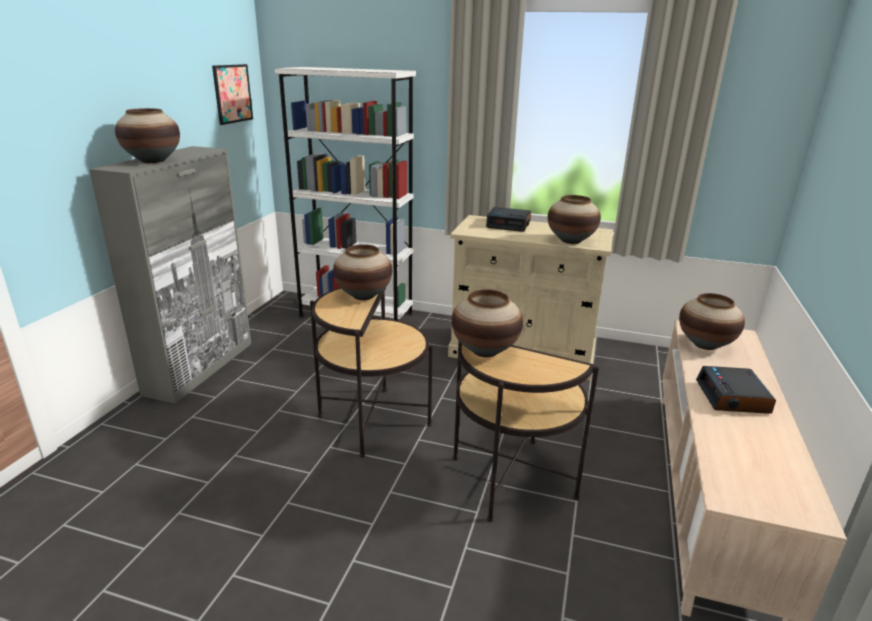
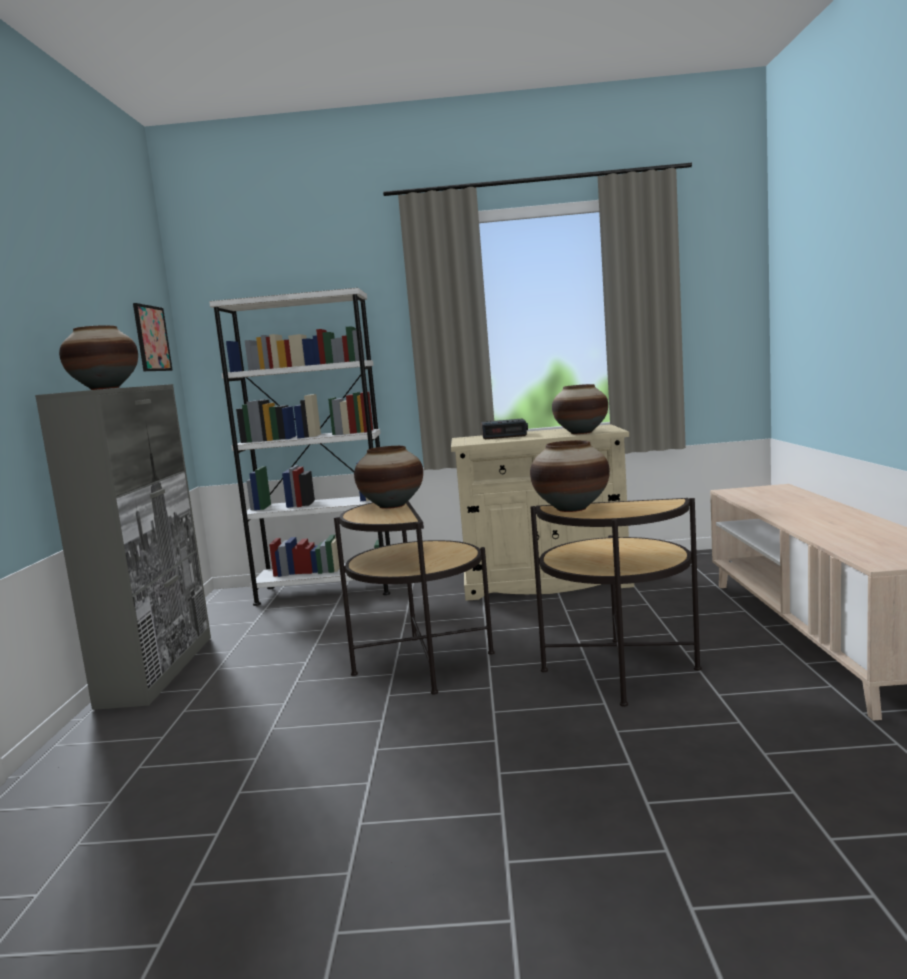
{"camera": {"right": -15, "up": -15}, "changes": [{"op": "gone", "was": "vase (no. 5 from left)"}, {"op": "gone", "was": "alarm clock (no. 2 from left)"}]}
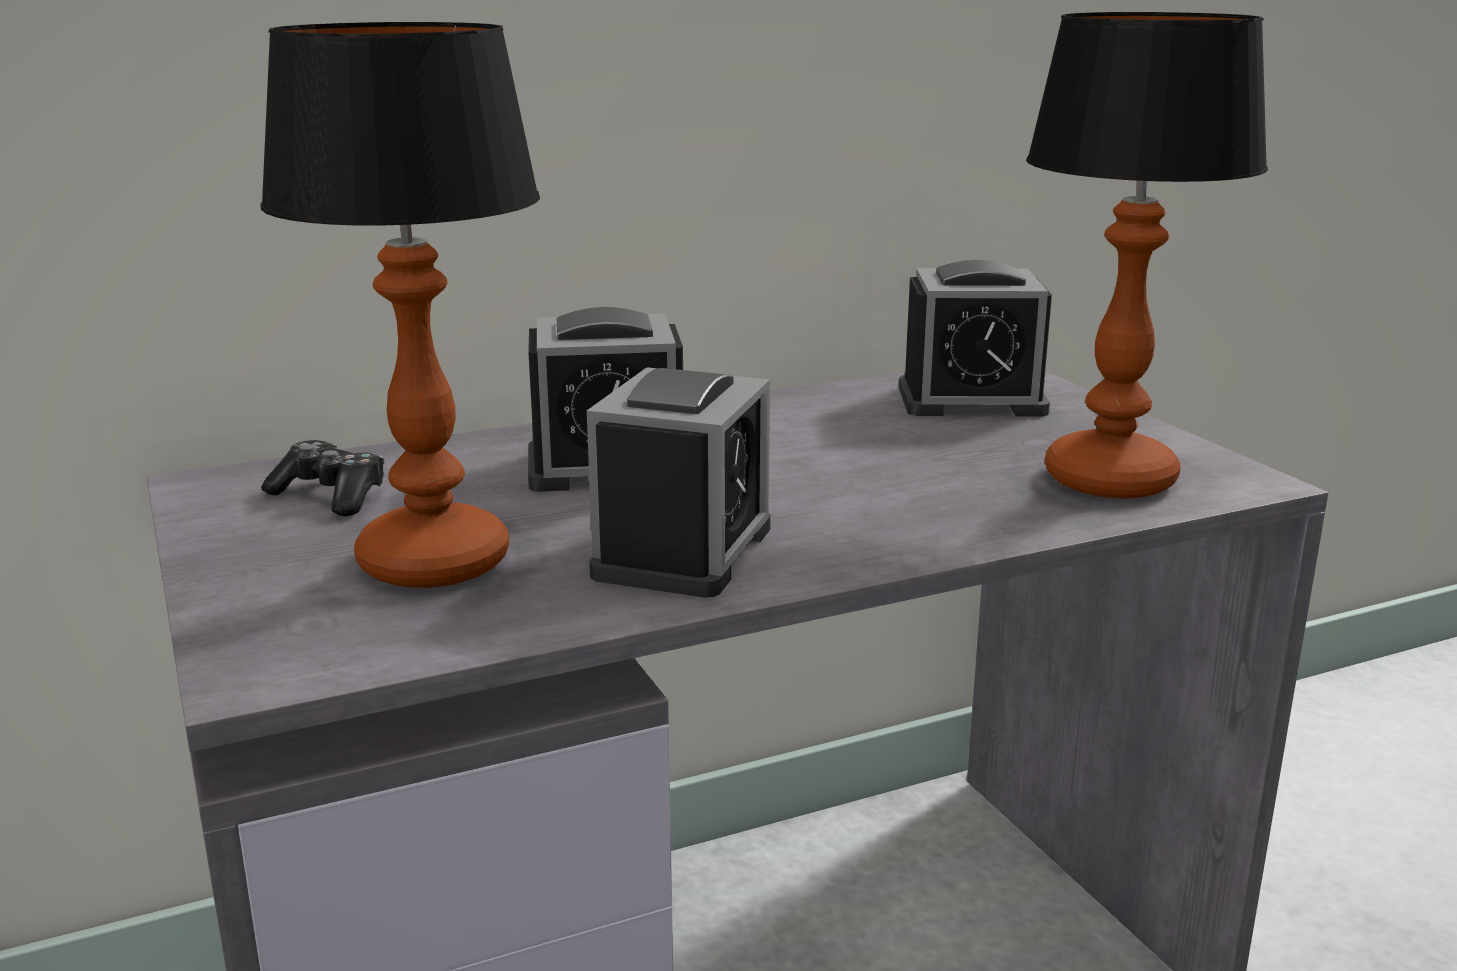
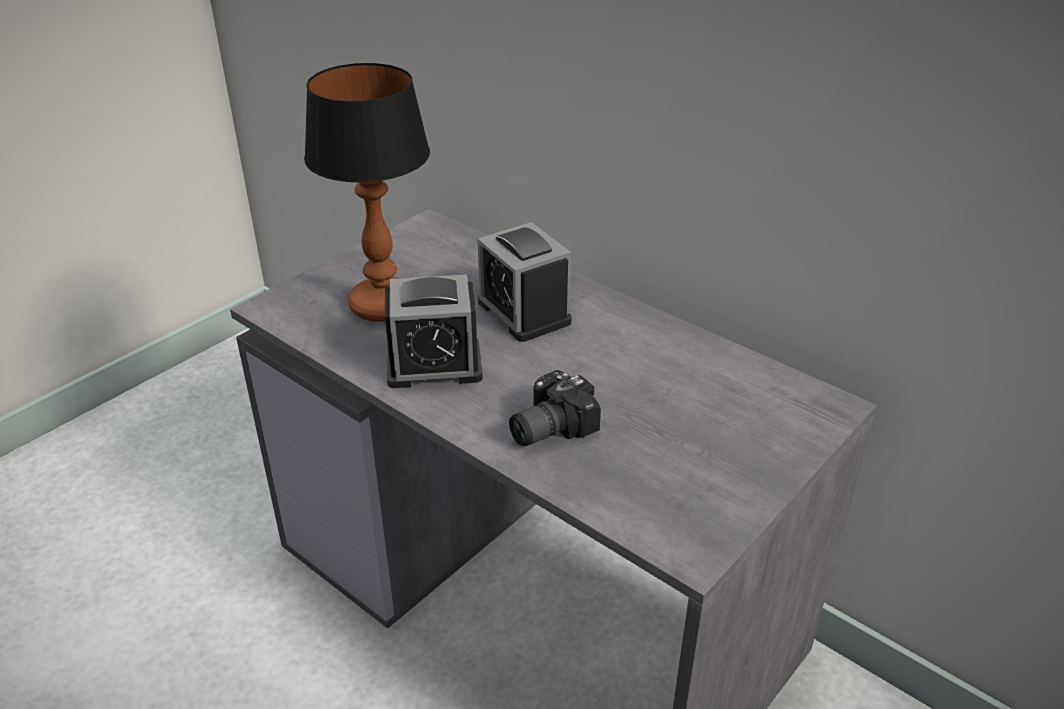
{"camera": {"right": 65, "up": 15}, "changes": [{"op": "new", "now": "photo camera"}, {"op": "gone", "was": "game controller"}, {"op": "gone", "was": "alarm clock (no. 3 from left)"}, {"op": "gone", "was": "table lamp (no. 2 from left)"}]}
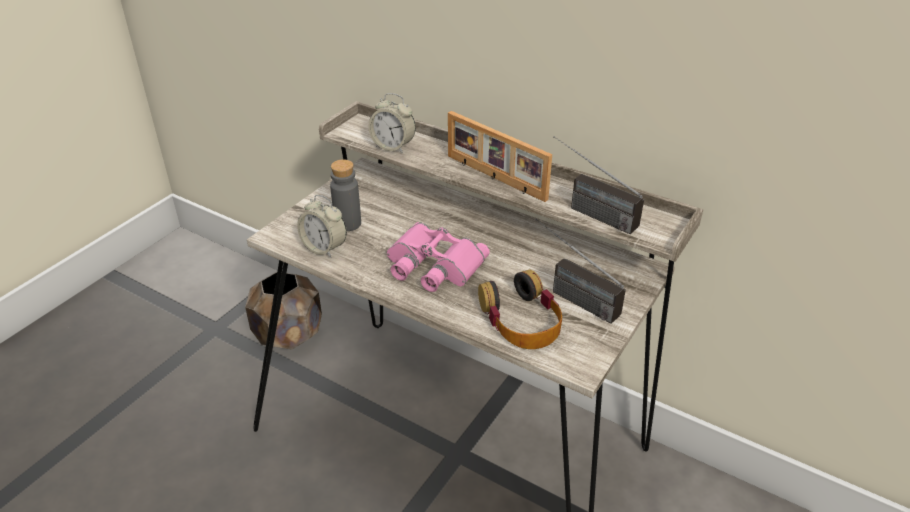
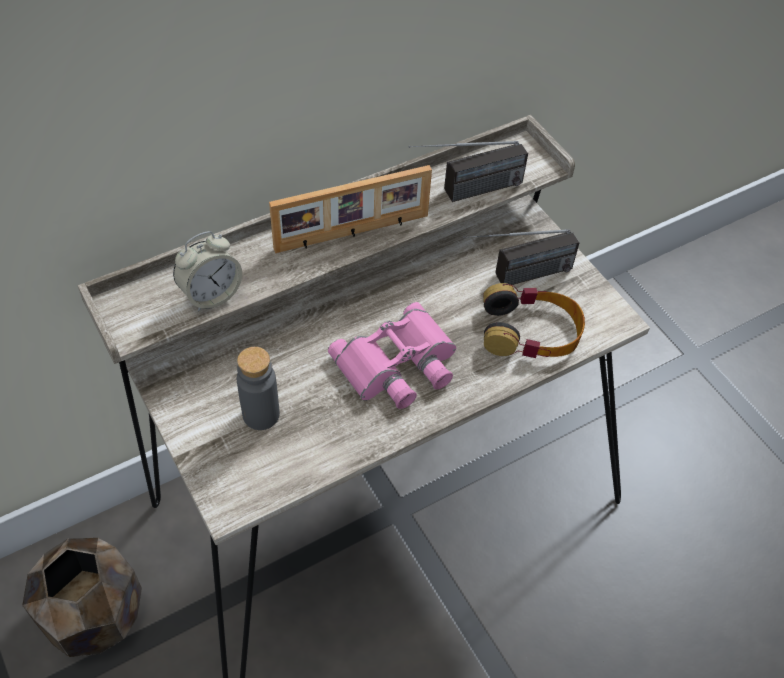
{"camera": {"right": -65, "up": 15}, "changes": [{"op": "gone", "was": "alarm clock (no. 1 from left)"}]}
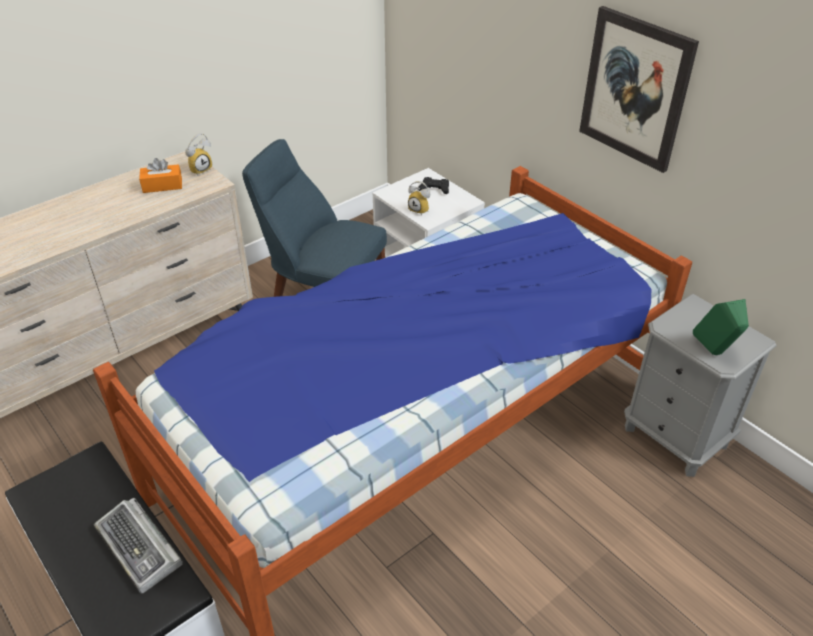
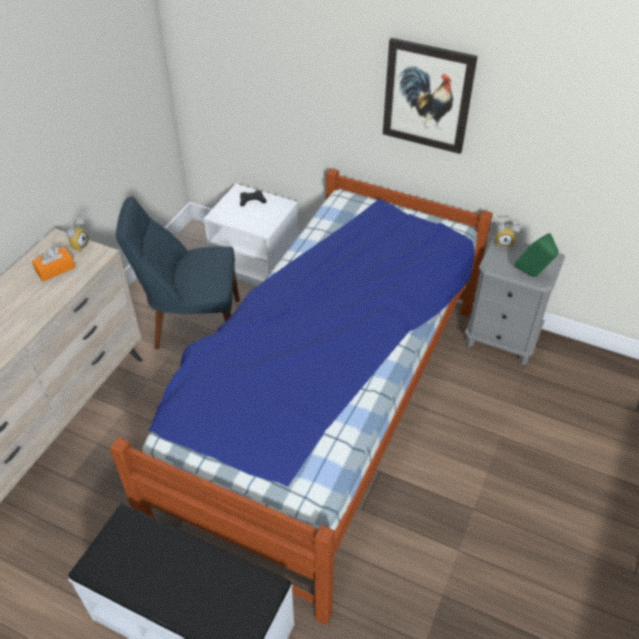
{"camera": {"right": -25, "up": 5}, "changes": [{"op": "shifted", "was": "alarm clock (no. 2 from left)"}, {"op": "gone", "was": "keyboard"}]}
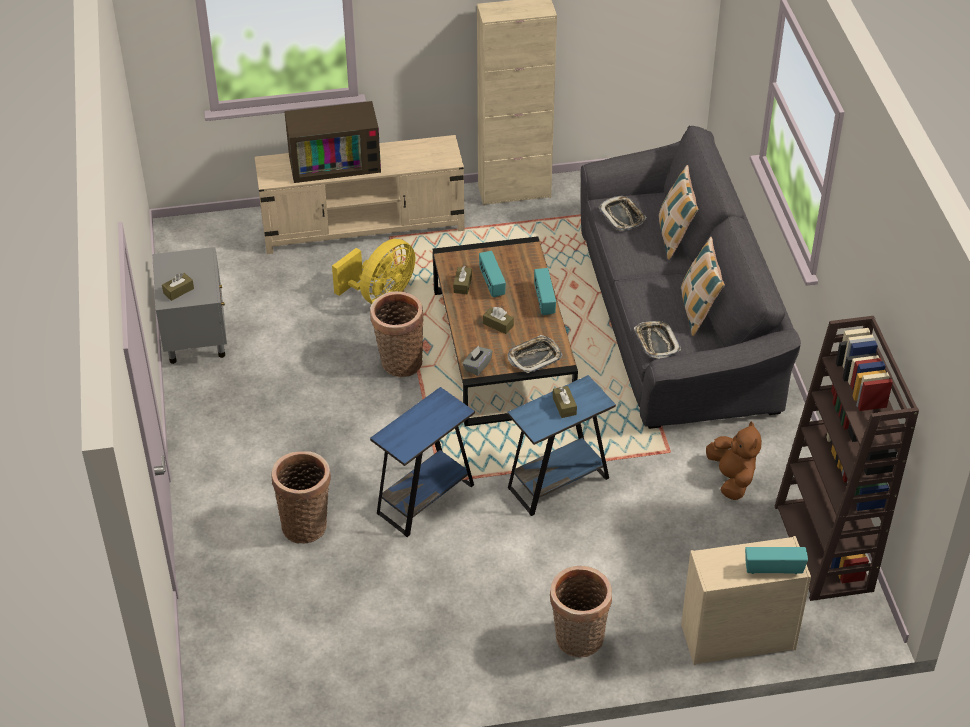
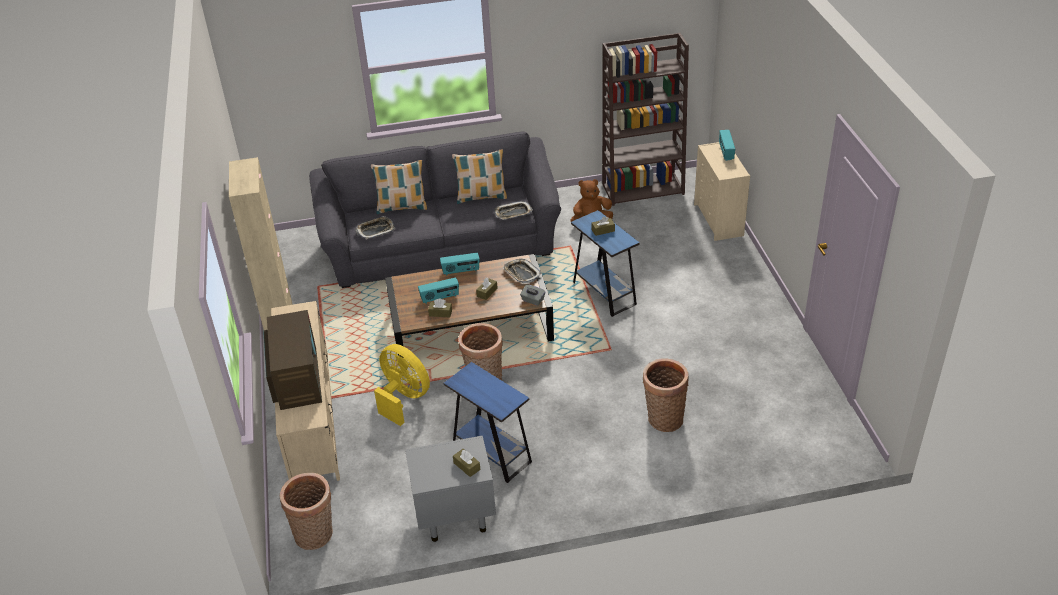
{"camera": {"right": -90, "up": -5}, "changes": [{"op": "shifted", "was": "basket (no. 3 from left in the first image)", "now": "basket (no. 1 from left)"}, {"op": "shifted", "was": "blue side table (no. 1 from left)"}]}
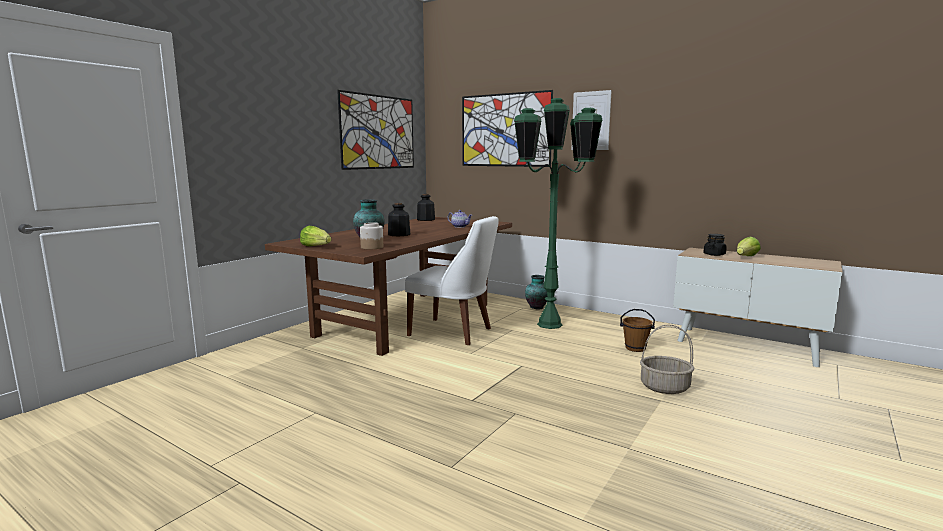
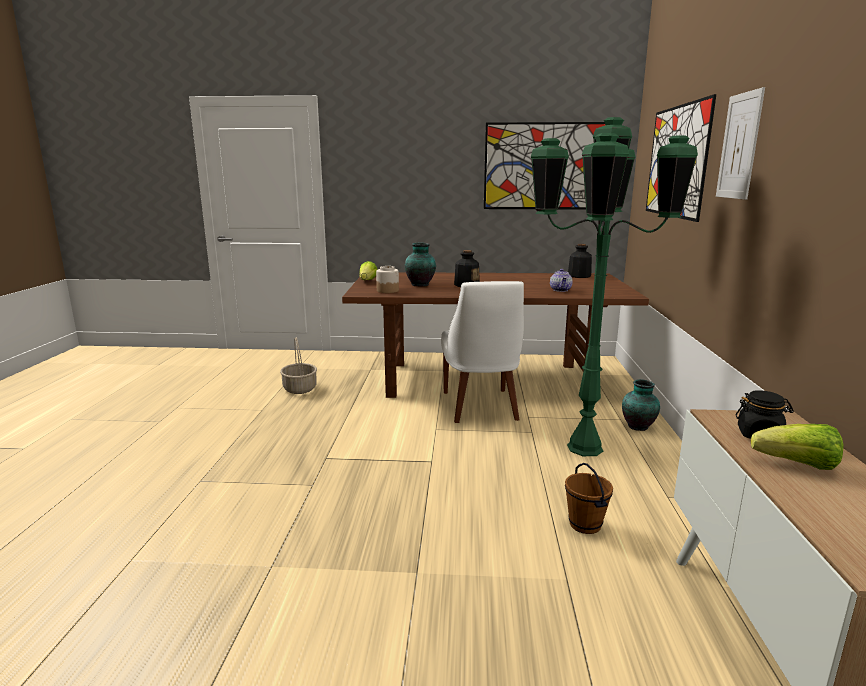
{"camera": {"right": 60, "up": 5}, "changes": [{"op": "shifted", "was": "basket"}]}
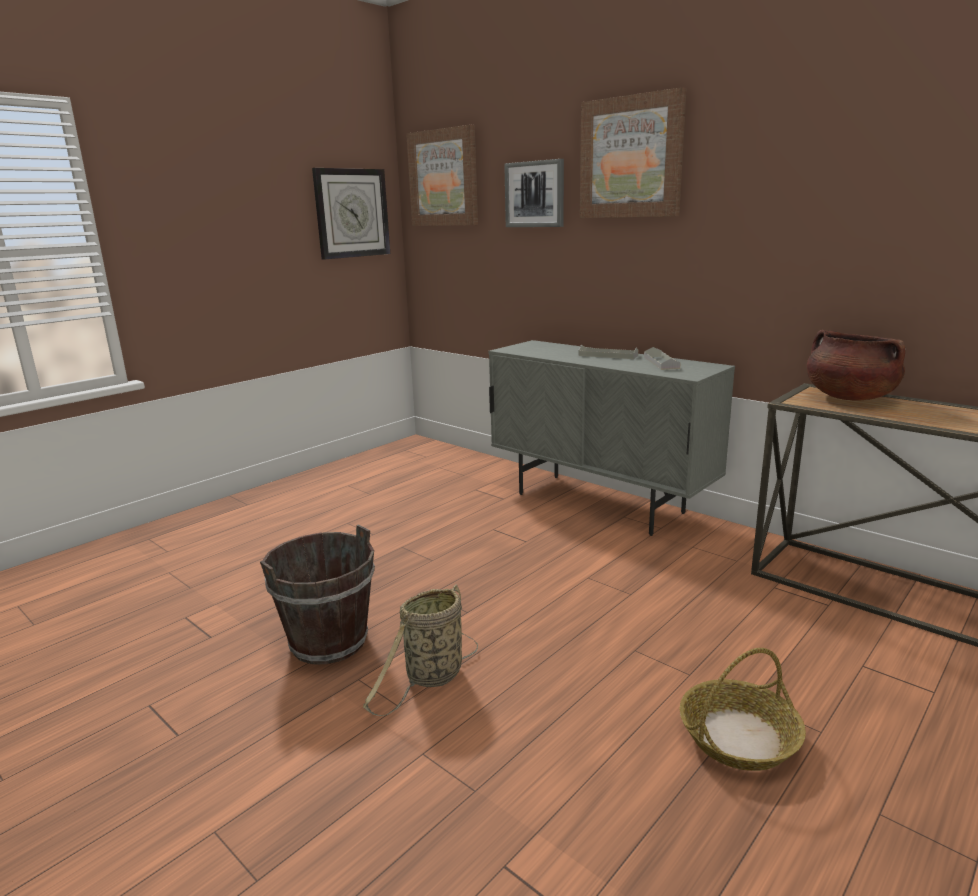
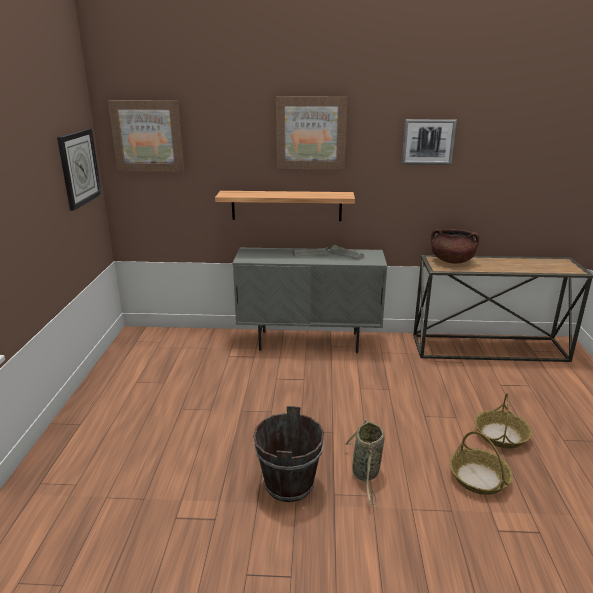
{"camera": {"right": -40, "up": 5}, "changes": [{"op": "new", "now": "shelf"}, {"op": "shifted", "was": "picture (no. 2 from left in the first image)", "now": "picture (no. 3 from left)"}, {"op": "new", "now": "basket (no. 2 from left)"}]}
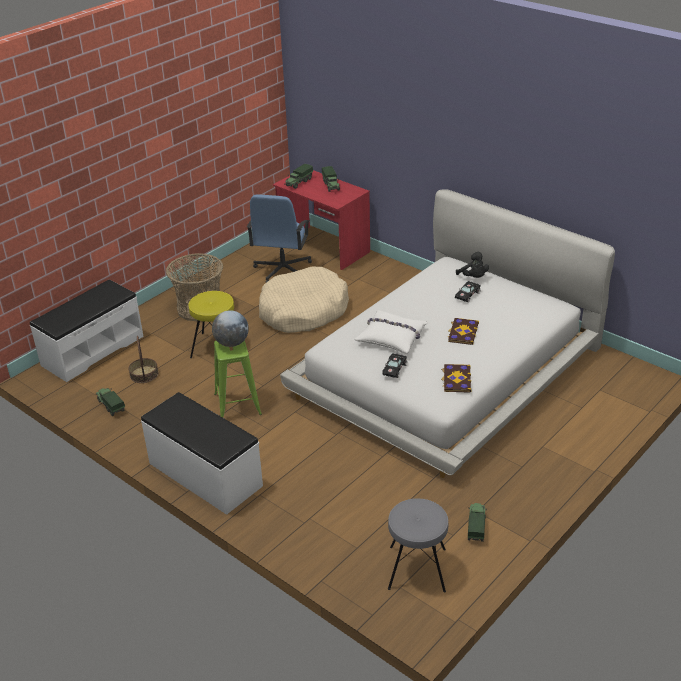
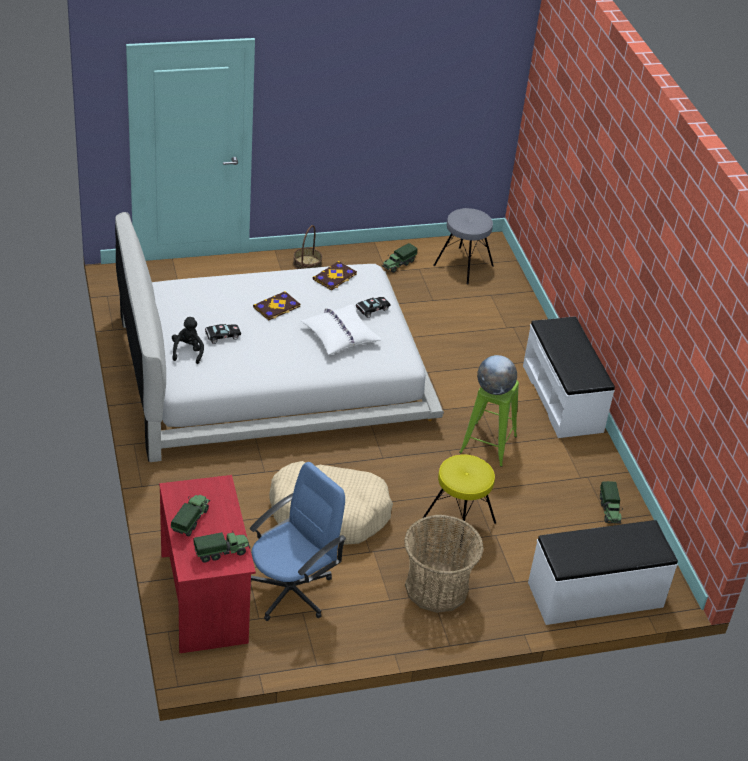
{"camera": {"right": -150, "up": 5}, "changes": [{"op": "shifted", "was": "basket (no. 1 from left)"}]}
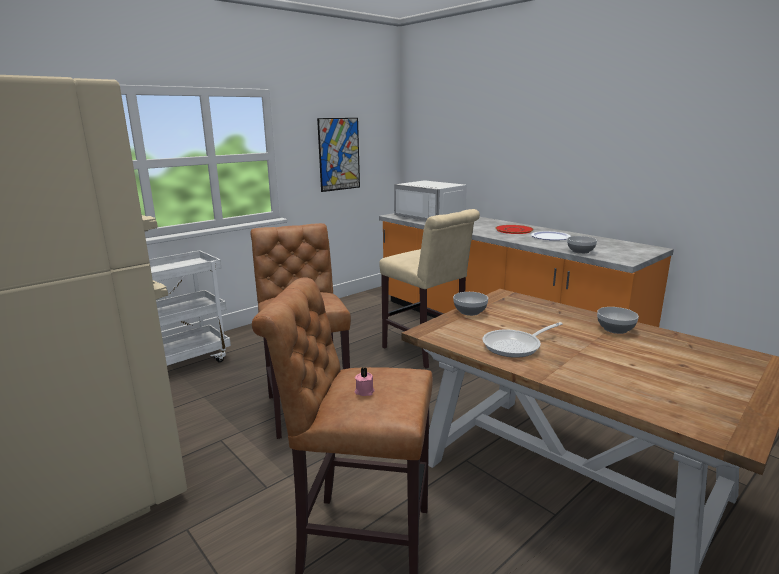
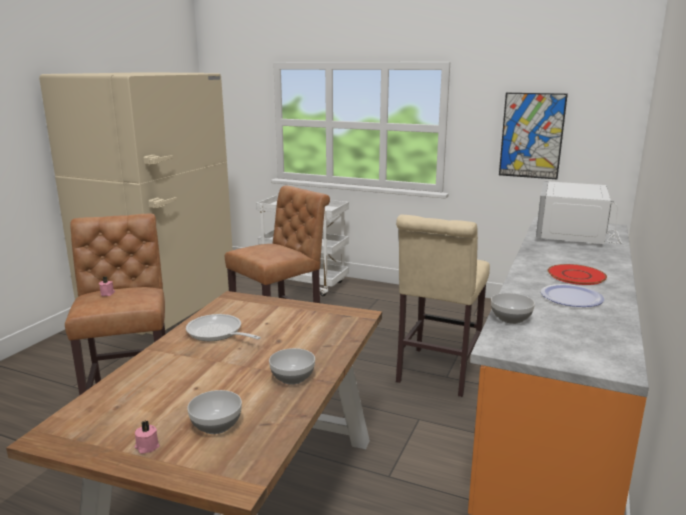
{"camera": {"right": 65, "up": 0}, "changes": [{"op": "new", "now": "pink candle (no. 2 from left)"}, {"op": "shifted", "was": "bowl (no. 1 from left)"}]}
